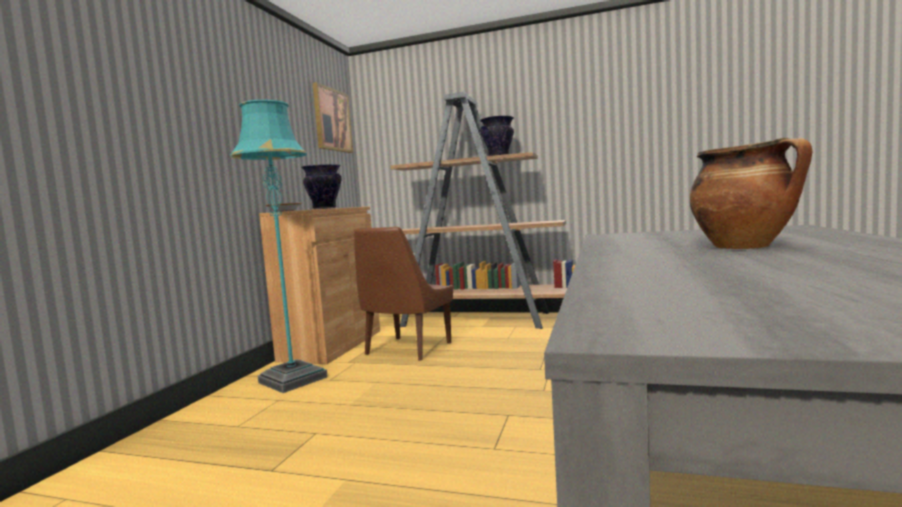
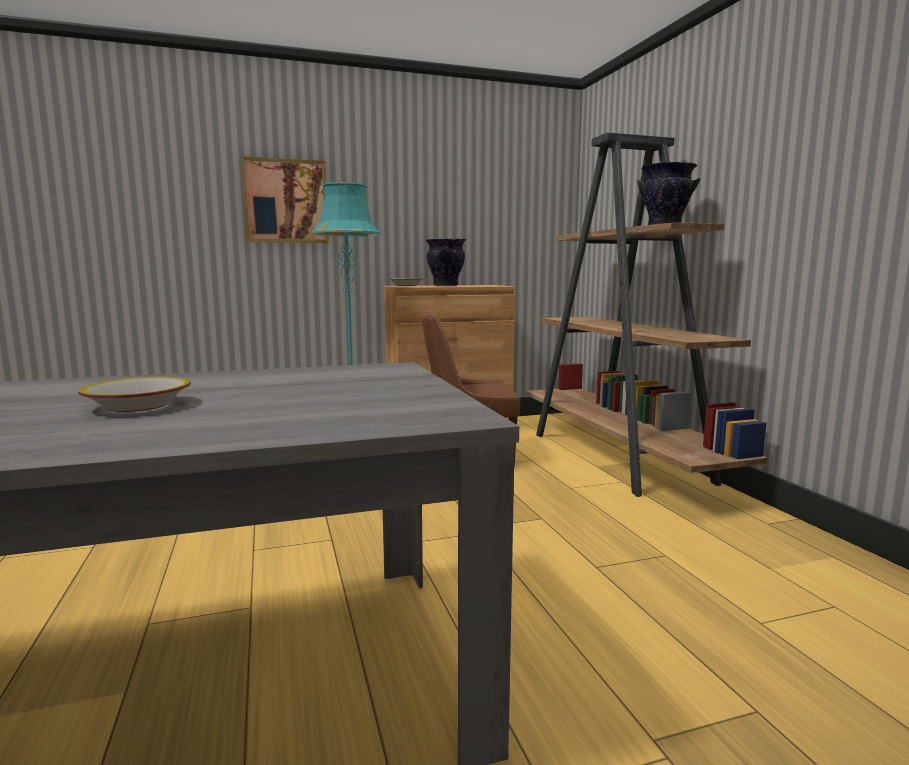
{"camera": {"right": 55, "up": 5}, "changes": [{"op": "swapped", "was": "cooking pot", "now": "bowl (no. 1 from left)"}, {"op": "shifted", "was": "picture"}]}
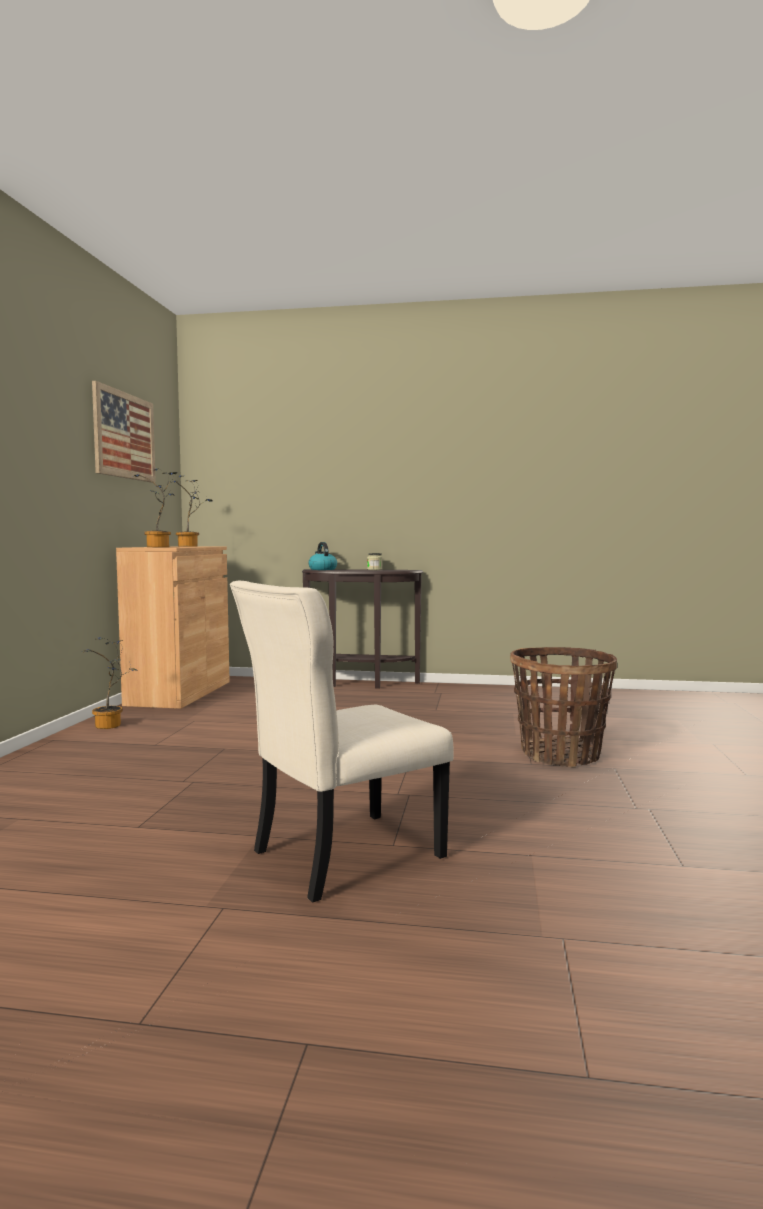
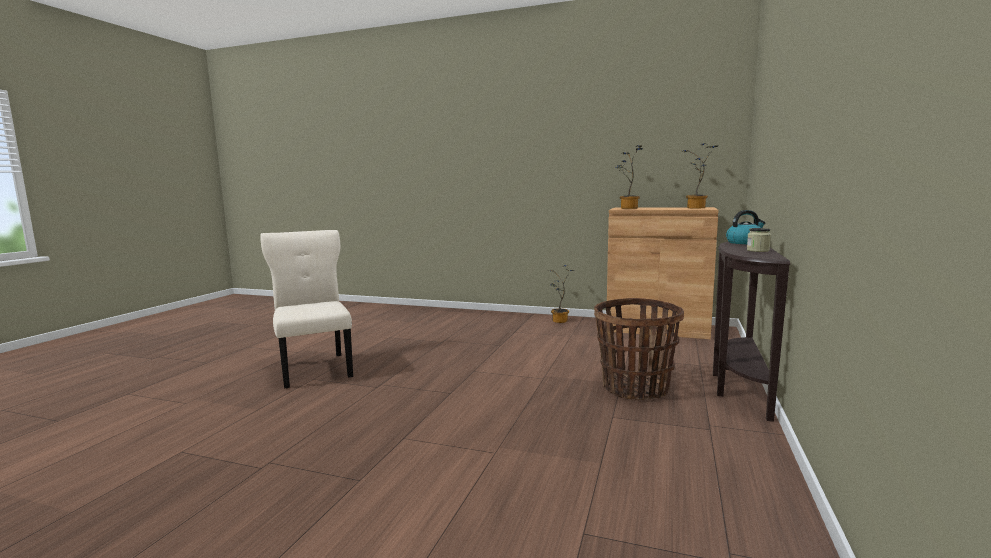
{"camera": {"right": 100, "up": 5}, "changes": [{"op": "shifted", "was": "basket"}, {"op": "gone", "was": "picture"}]}
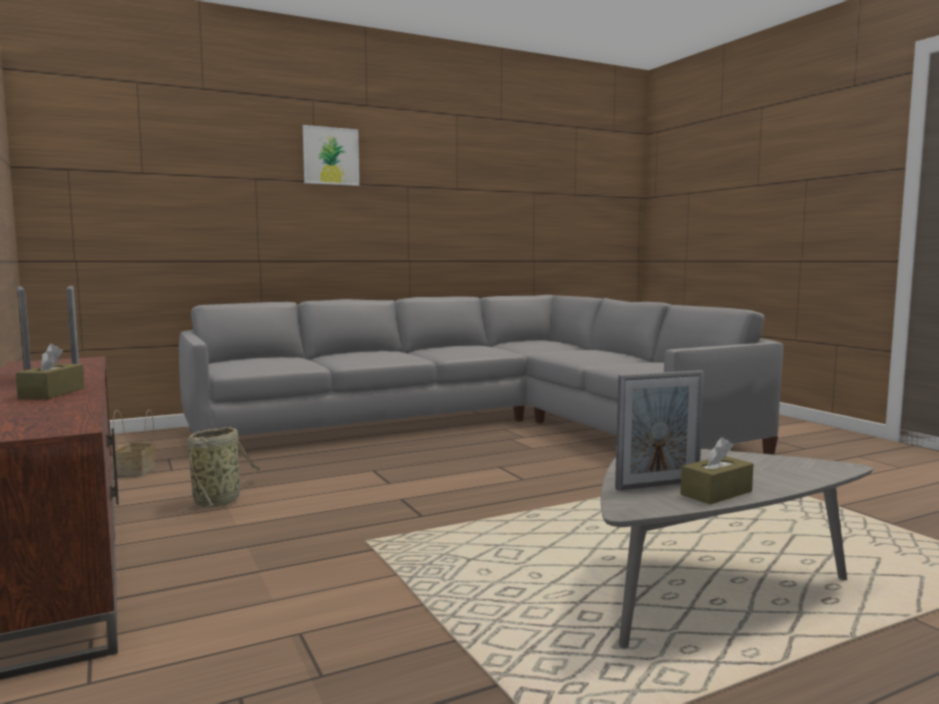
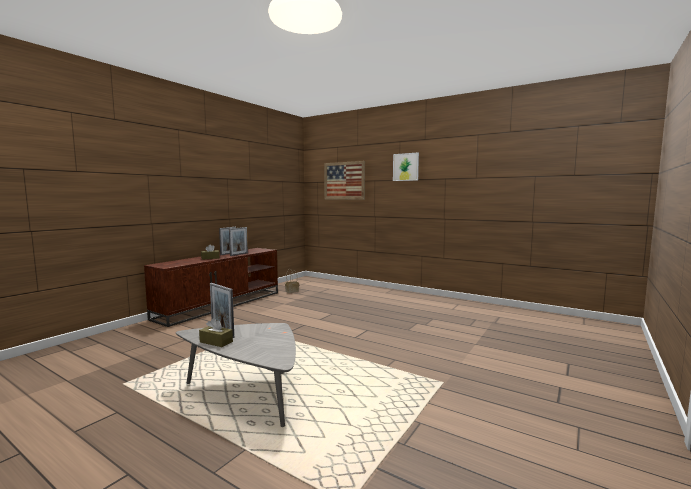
{"camera": {"right": 60, "up": 0}, "changes": [{"op": "new", "now": "picture (no. 1 from left)"}, {"op": "gone", "was": "grey sofa"}, {"op": "gone", "was": "basket (no. 2 from left)"}]}
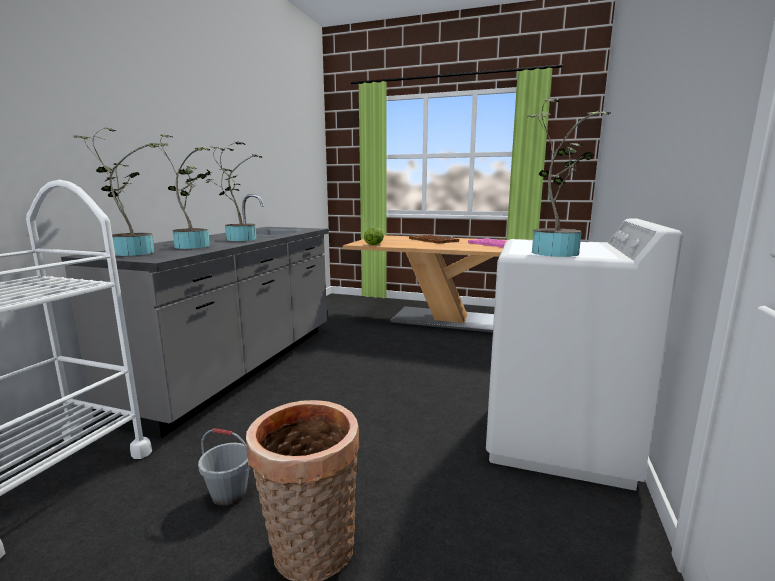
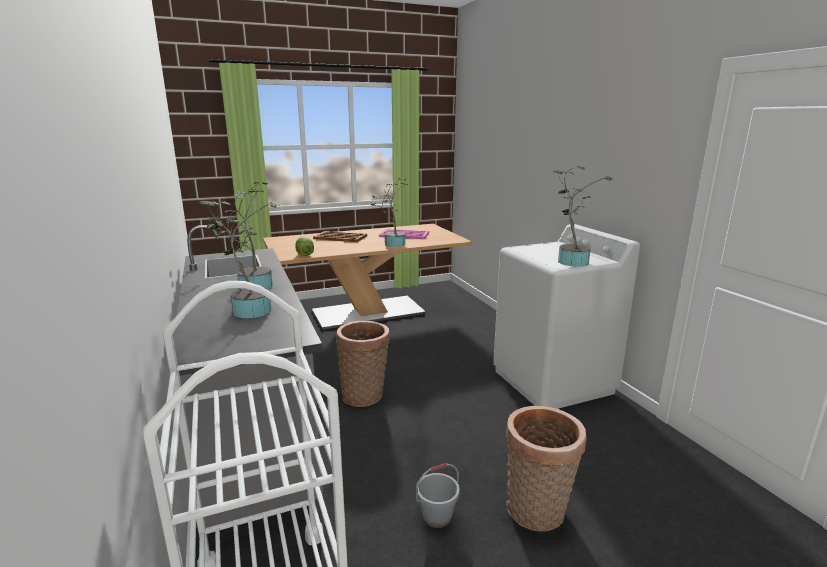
{"camera": {"right": -40, "up": 5}, "changes": [{"op": "new", "now": "basket (no. 1 from left)"}, {"op": "shifted", "was": "potted plant (no. 1 from left in the first image)", "now": "potted plant (no. 3 from left)"}]}
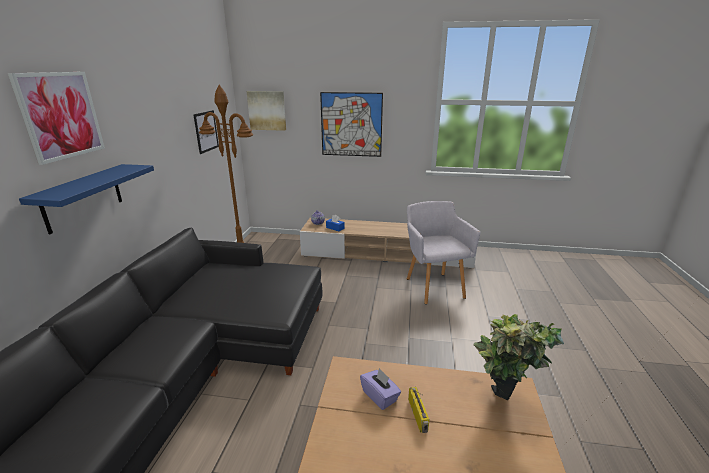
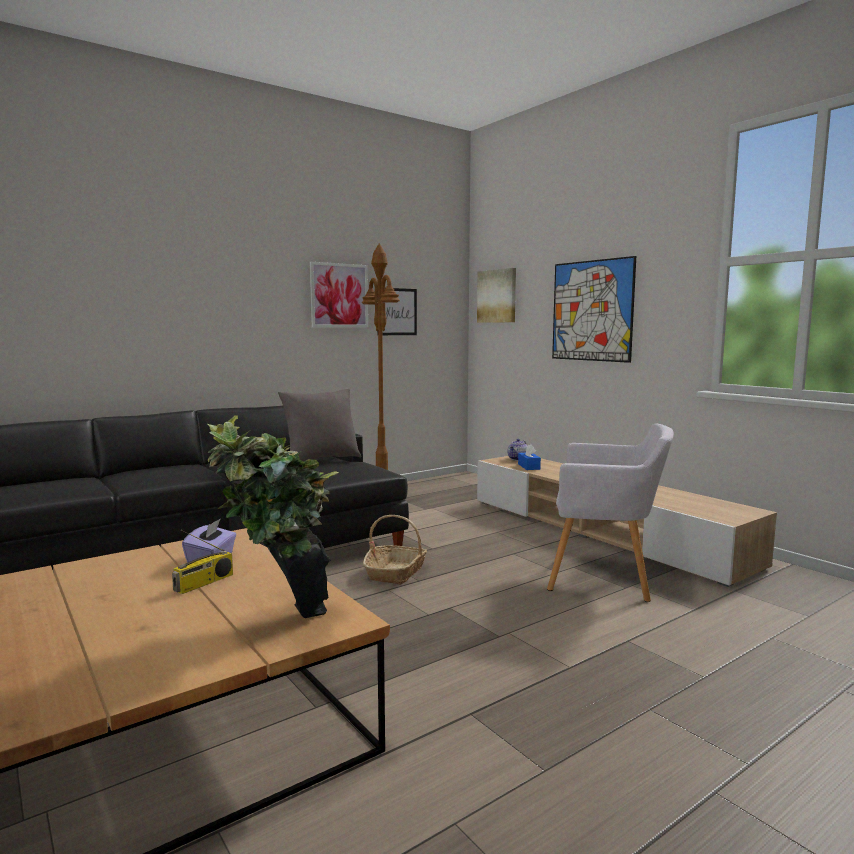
{"camera": {"right": 45, "up": -15}, "changes": [{"op": "new", "now": "grey pillow"}, {"op": "shifted", "was": "picture (no. 1 from left)"}, {"op": "new", "now": "basket"}, {"op": "rotated", "was": "grey armchair", "clockwise": 75}, {"op": "gone", "was": "blue shelf"}]}
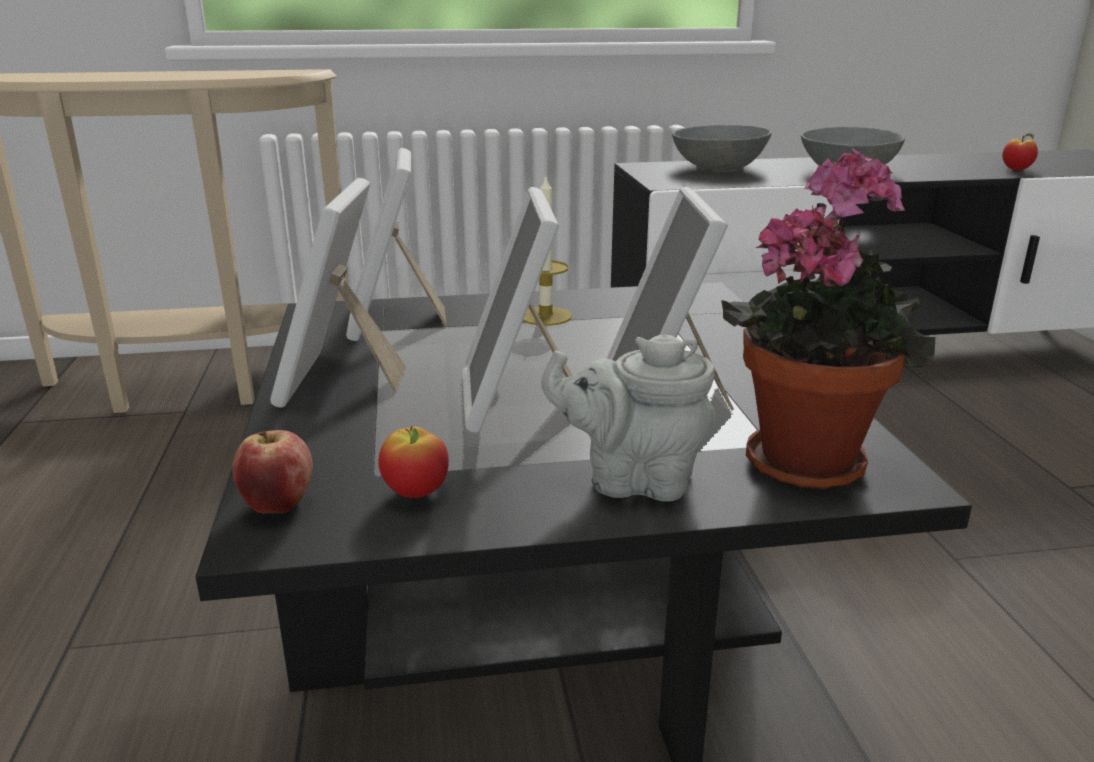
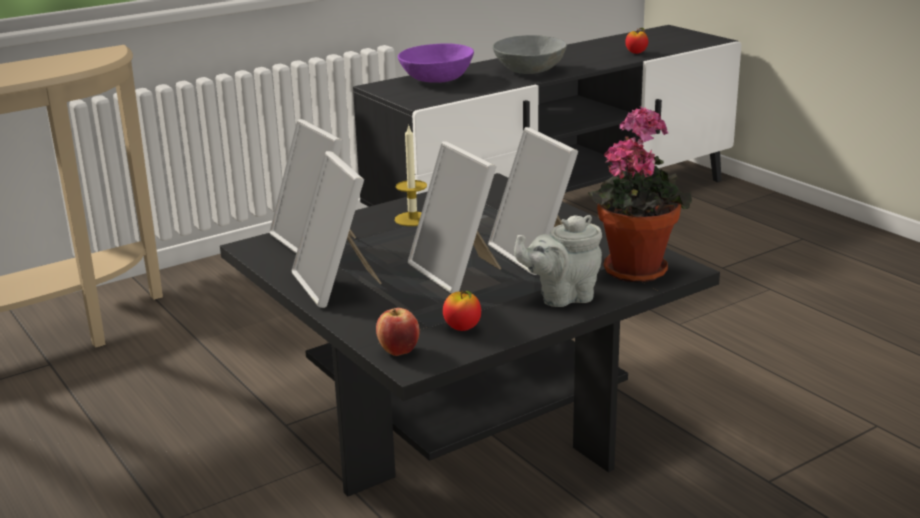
{"camera": {"right": -25, "up": 0}, "changes": [{"op": "repainted", "was": "grey bowl (no. 1 from left)", "now": "purple bowl"}]}
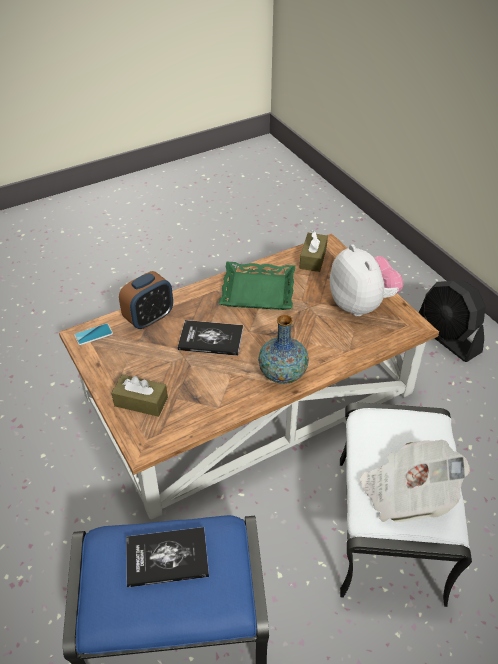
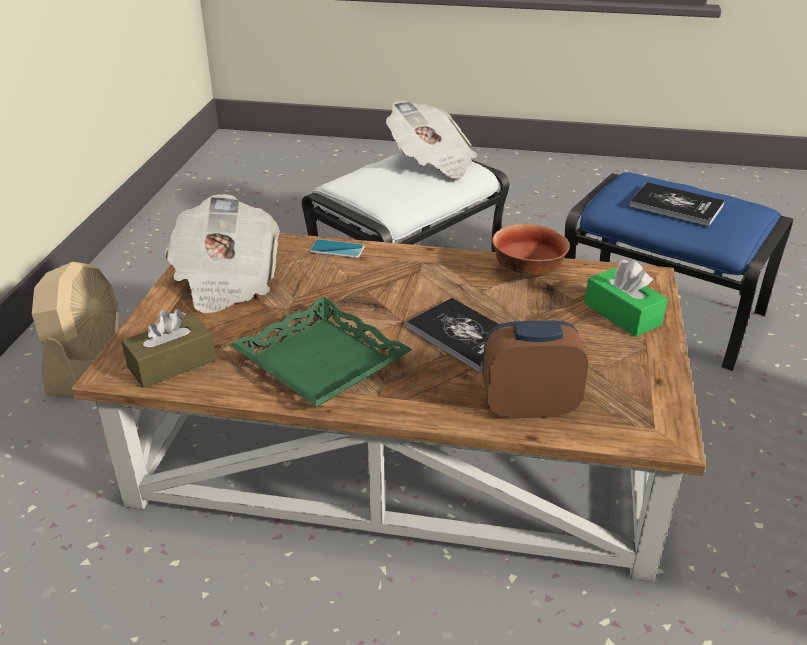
{"camera": {"right": -140, "up": -10}, "changes": [{"op": "repainted", "was": "black fan", "now": "beige fan"}, {"op": "swapped", "was": "plush toy", "now": "newspaper (no. 1 from left)"}, {"op": "shifted", "was": "phone"}, {"op": "new", "now": "bowl"}, {"op": "repainted", "was": "brown tissue box (no. 1 from left)", "now": "green tissue box"}, {"op": "gone", "was": "vase"}]}
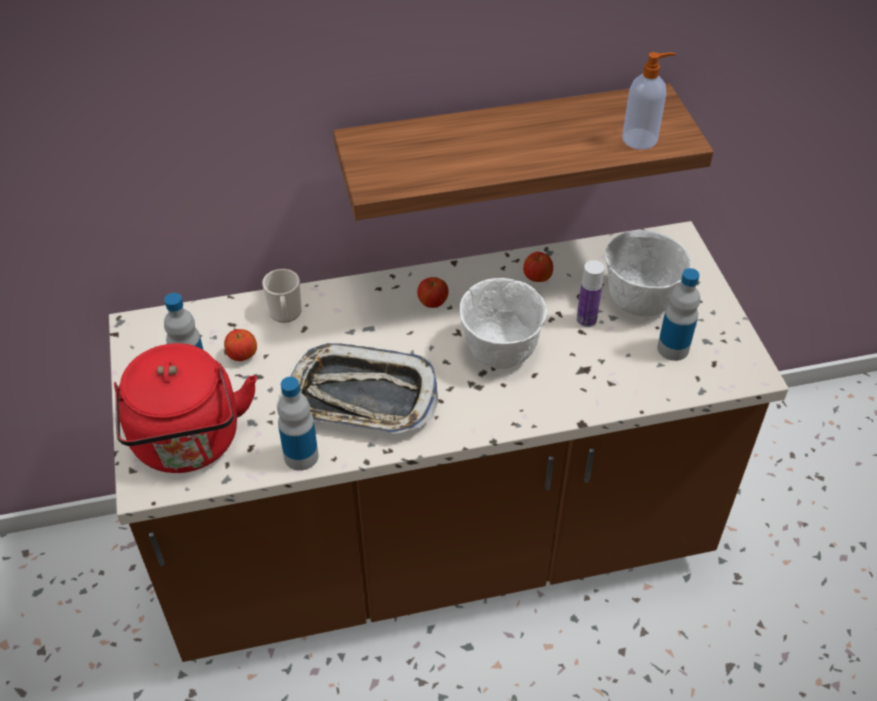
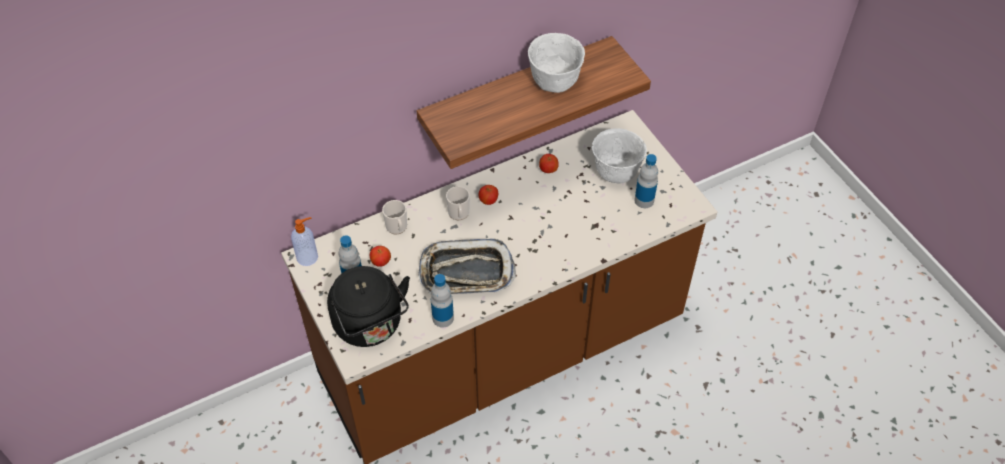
{"camera": {"right": -15, "up": 5}, "changes": [{"op": "shifted", "was": "soap dispenser"}, {"op": "repainted", "was": "red kettle", "now": "black kettle"}, {"op": "new", "now": "mug (no. 2 from left)"}, {"op": "shifted", "was": "white bowl (no. 1 from left)"}, {"op": "gone", "was": "bottle (no. 3 from left)"}]}
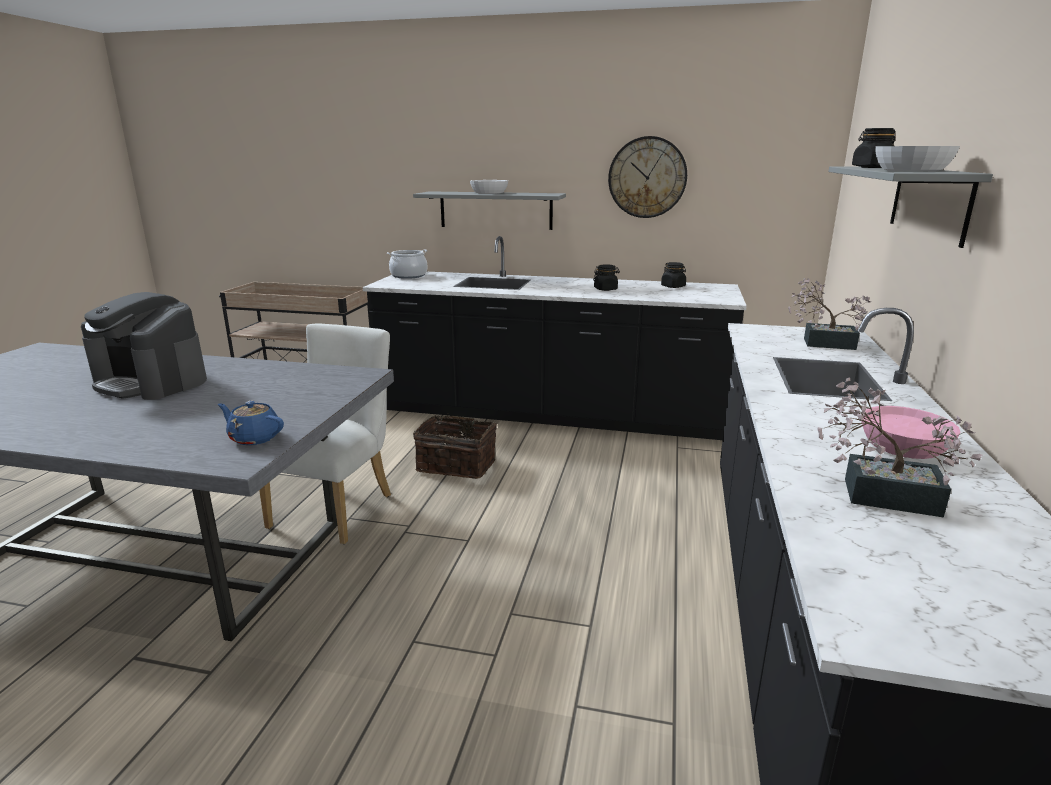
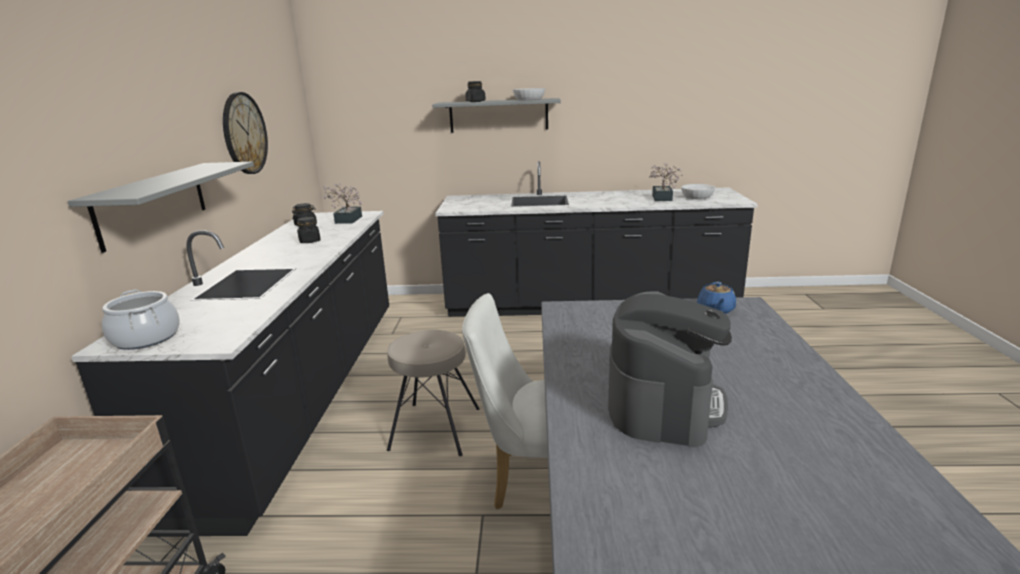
{"camera": {"right": -100, "up": 0}, "changes": [{"op": "shifted", "was": "potted plant (no. 1 from left)"}, {"op": "swapped", "was": "basket", "now": "beige stool"}, {"op": "shifted", "was": "white bowl (no. 1 from left in the first image)", "now": "white bowl (no. 2 from left)"}, {"op": "gone", "was": "pink bowl"}]}
